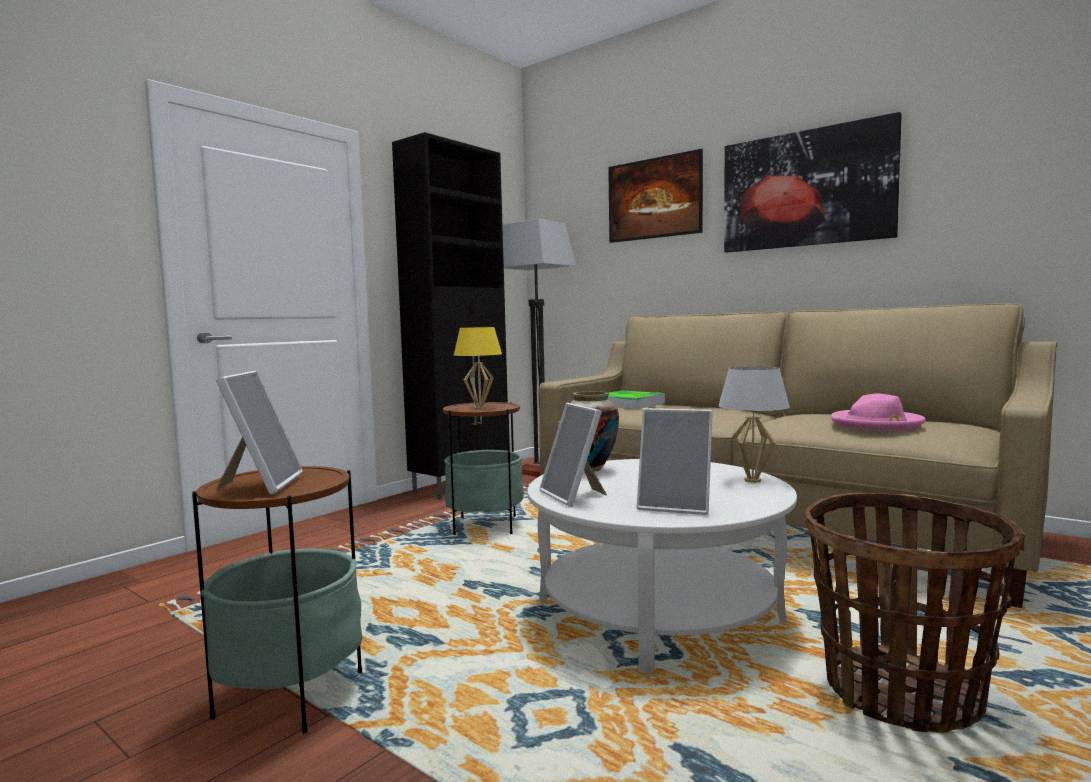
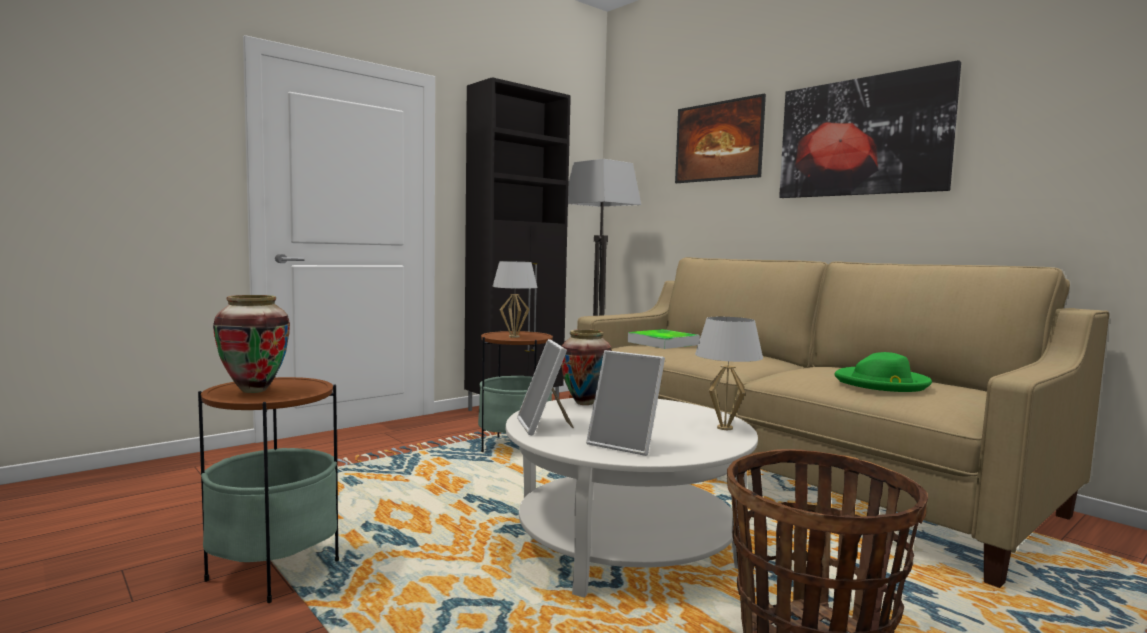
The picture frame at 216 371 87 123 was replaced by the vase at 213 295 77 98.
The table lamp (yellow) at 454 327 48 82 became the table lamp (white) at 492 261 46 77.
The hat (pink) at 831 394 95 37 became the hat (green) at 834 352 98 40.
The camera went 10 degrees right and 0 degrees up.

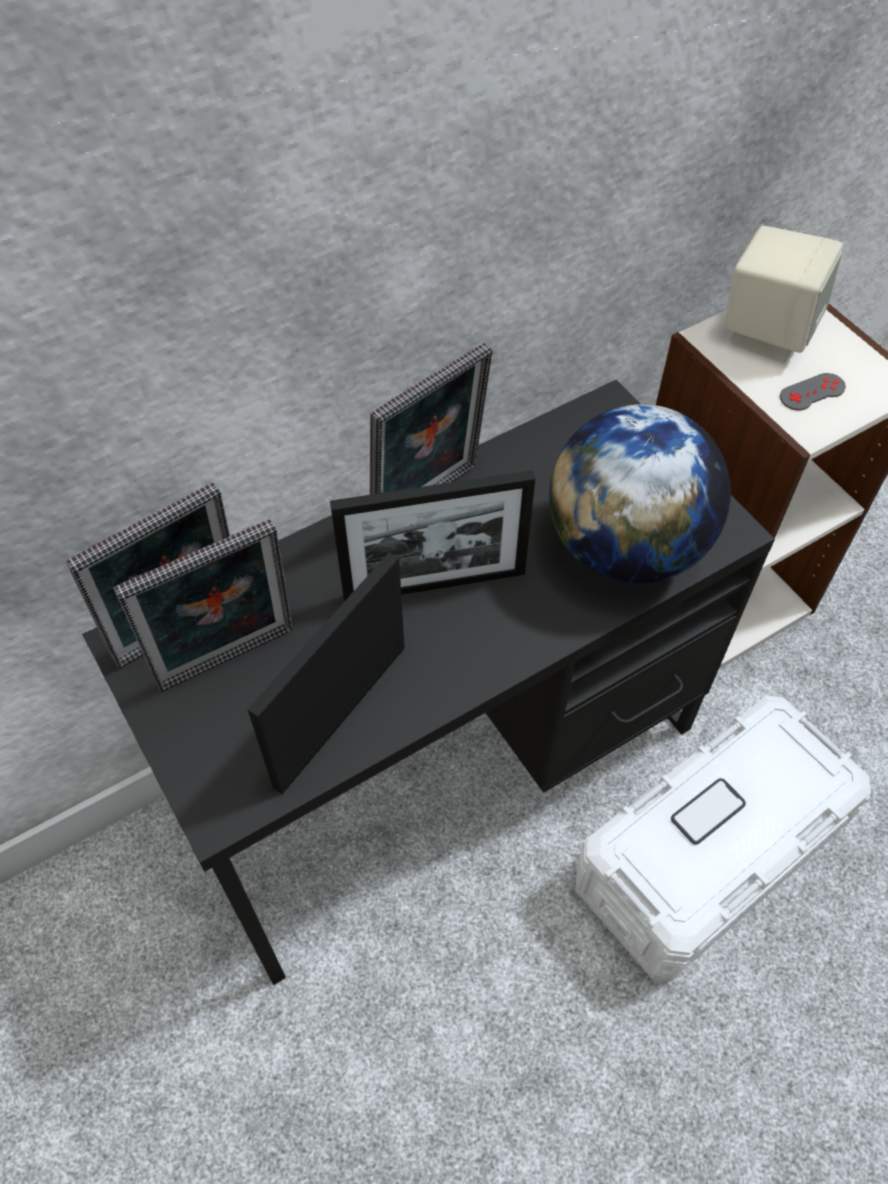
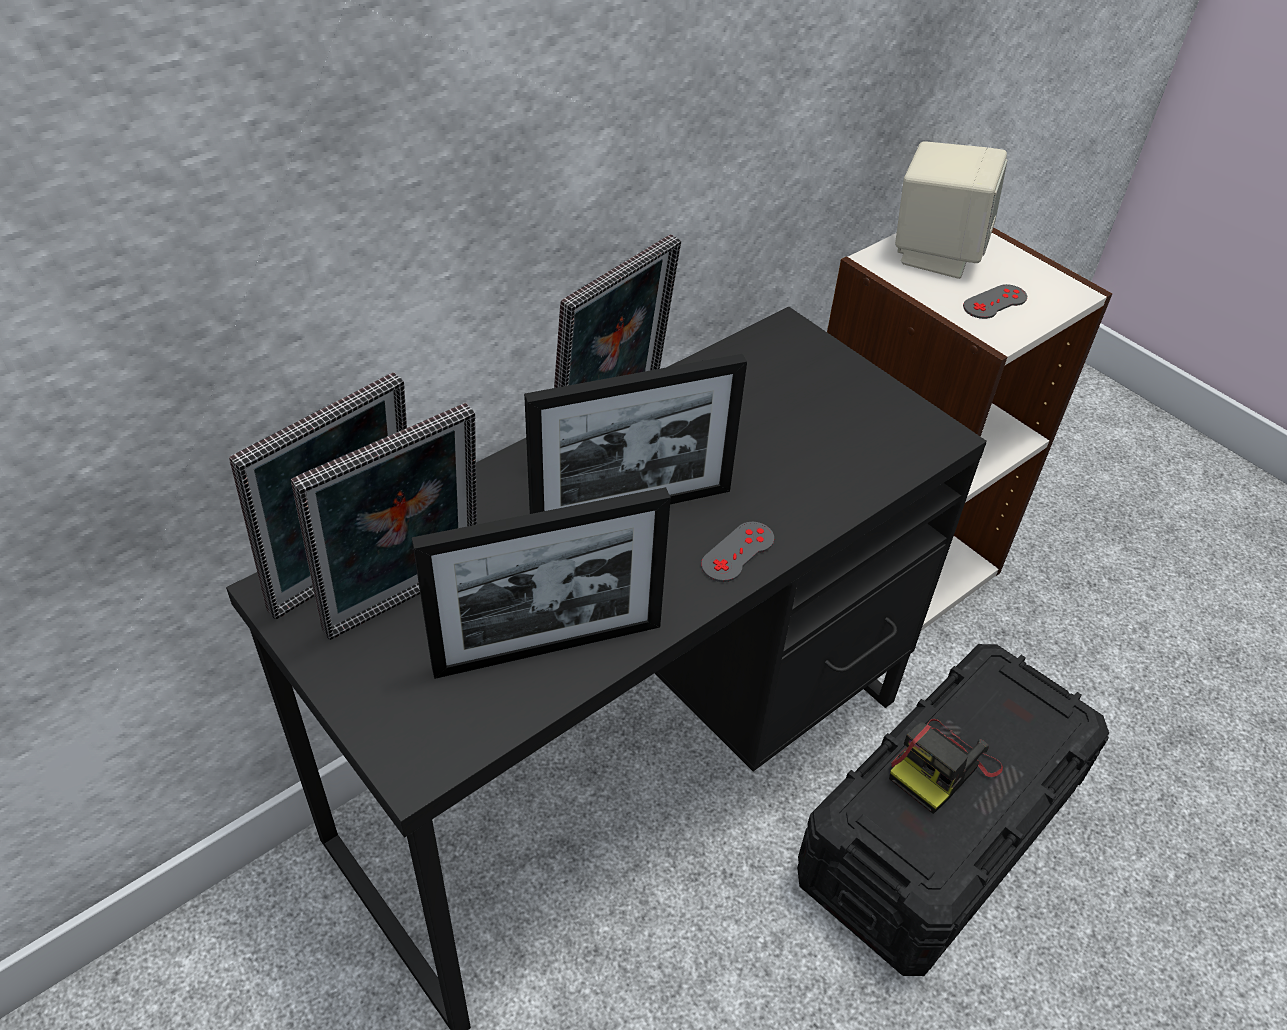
The picture frame at 248 552 157 242 turned 135 degrees counterclockwise.
The globe at 549 404 182 180 disappeared.
The storage box (white) at 576 696 295 285 became the storage box (black) at 797 644 312 332.
The phone at 671 778 75 67 was replaced by the photo camera at 889 719 114 95.
The game controller (grey) at 701 522 73 60 appeared.
The camera went 10 degrees left and 10 degrees down.

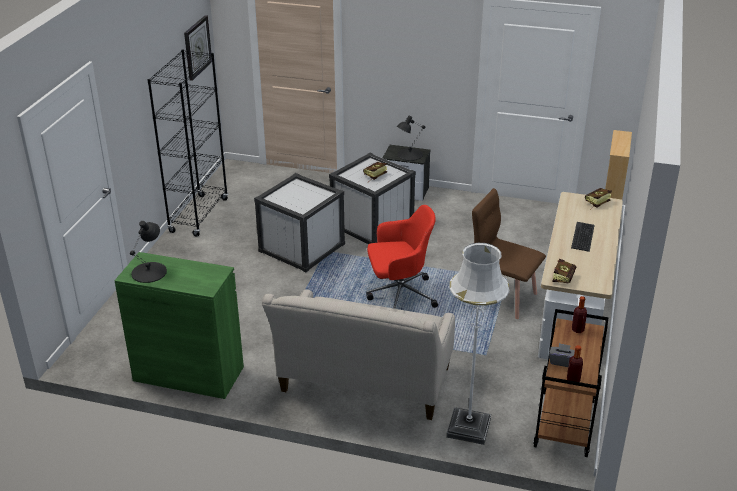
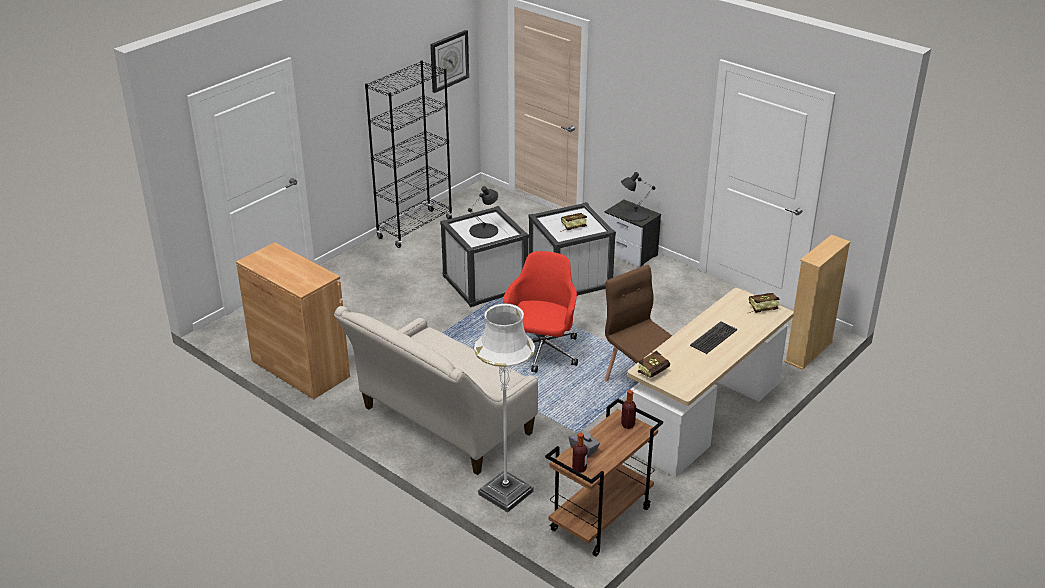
The cabinet (green) at 114 252 130 147 became the cabinet (brown) at 236 242 114 157.
The table lamp (black) moved from 130 221 37 62 to 468 186 30 52.
The office chair (red) at 366 205 72 104 turned 90 degrees counterclockwise.
The camera went 25 degrees right and 0 degrees up.

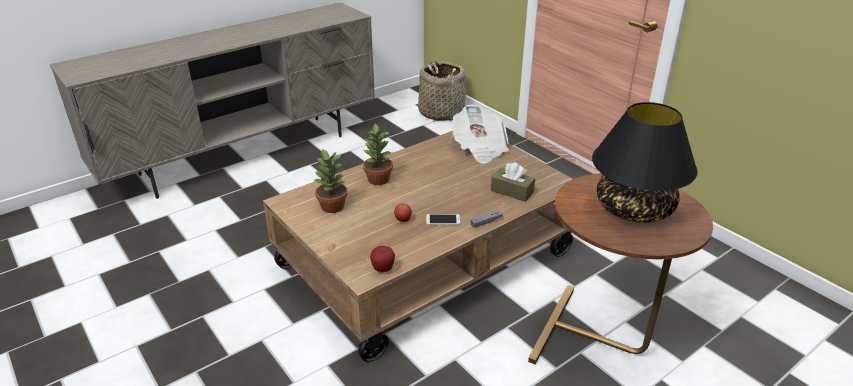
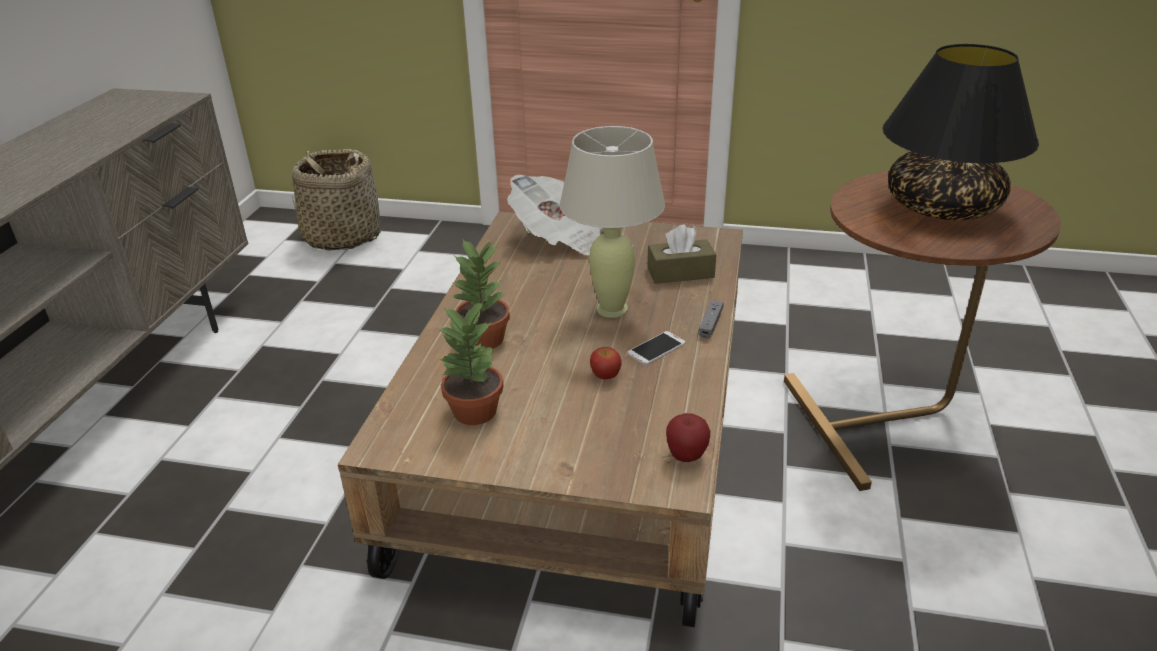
The table lamp (beige) at 560 126 105 192 appeared.
The camera went 40 degrees left and 0 degrees up.

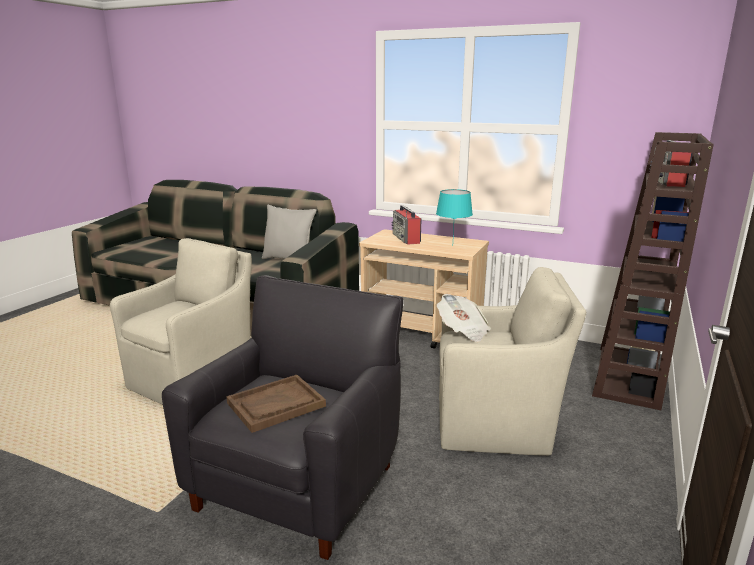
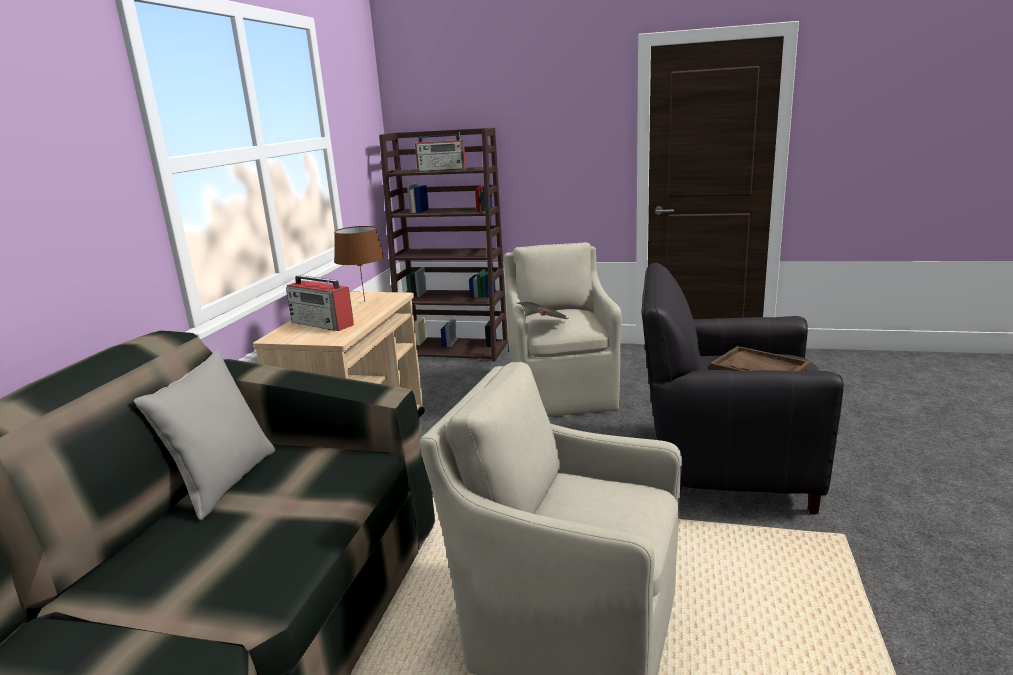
The radio at 391 205 30 40 turned 60 degrees clockwise.
The table lamp (turquoise) at 436 189 37 47 became the table lamp (brown) at 334 226 50 76.
The camera went 100 degrees left and 0 degrees up.

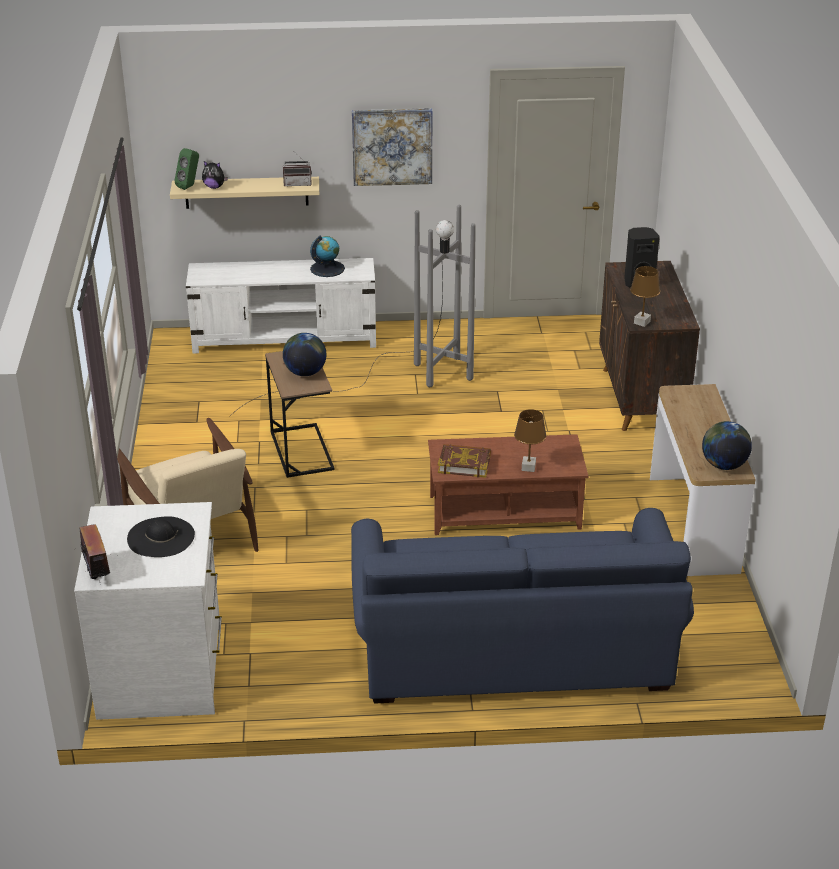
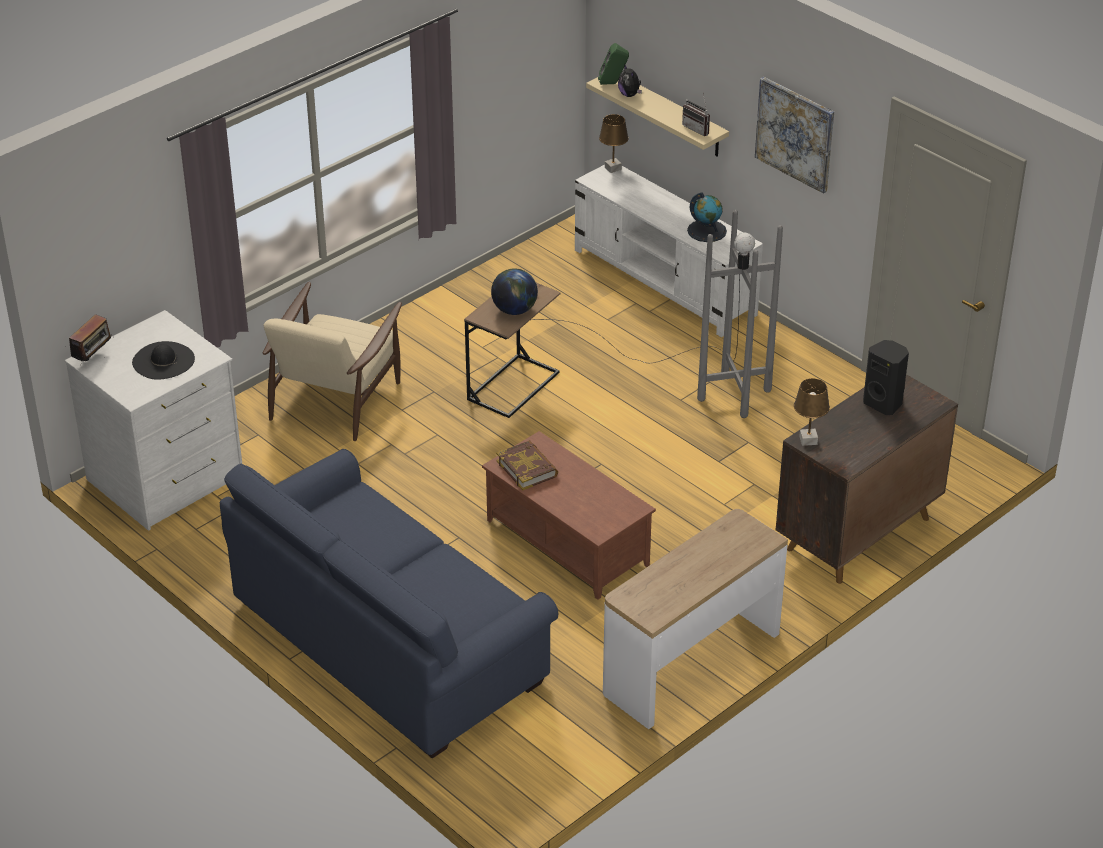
The table lamp (brown) moved from 514 409 32 63 to 599 114 29 59.
The globe at 702 421 50 49 disappeared.
The camera went 50 degrees right and 5 degrees up.

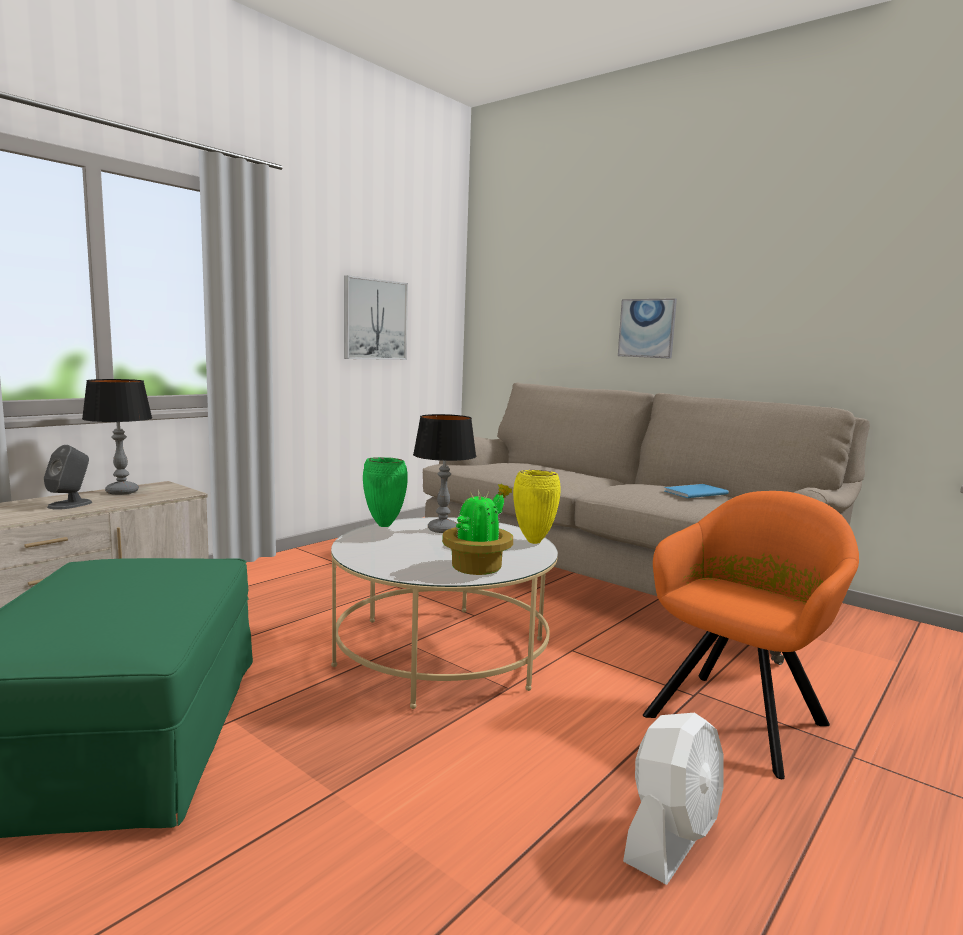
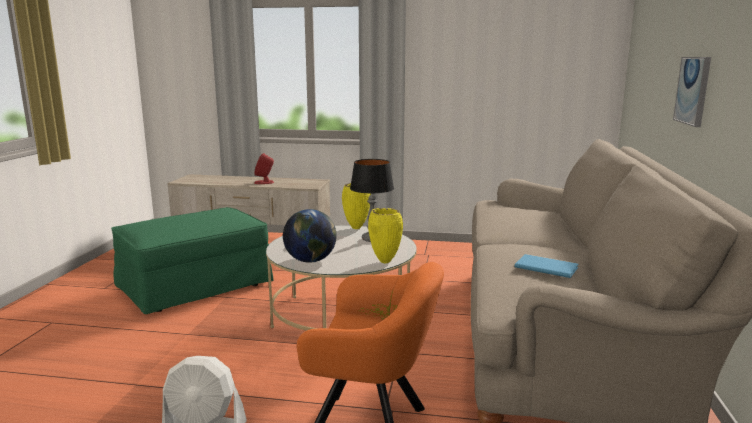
The speaker (grey) at 44 445 48 65 became the speaker (red) at 254 153 20 31.
The table lamp at 82 379 70 116 disappeared.
The picture at 344 275 64 85 disappeared.
The vase (green) at 363 457 45 70 became the vase (yellow) at 342 183 29 46.
The potted plant at 442 484 71 91 was replaced by the globe at 283 209 54 54.
The camera went 60 degrees right and 5 degrees up.

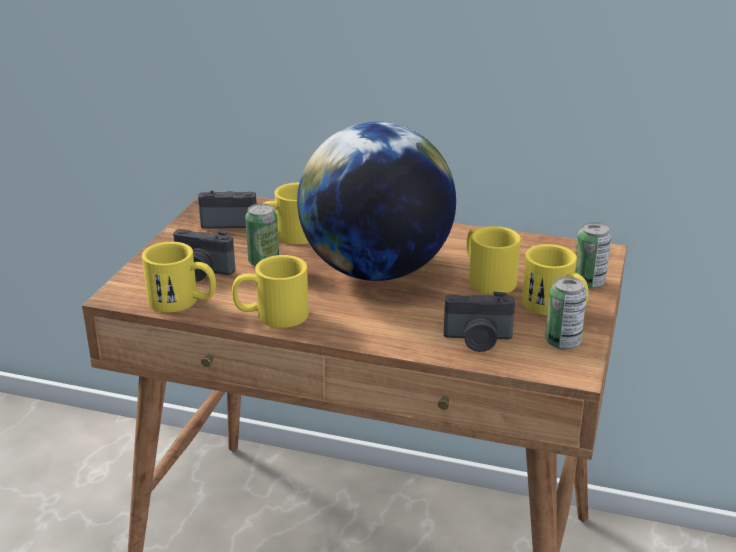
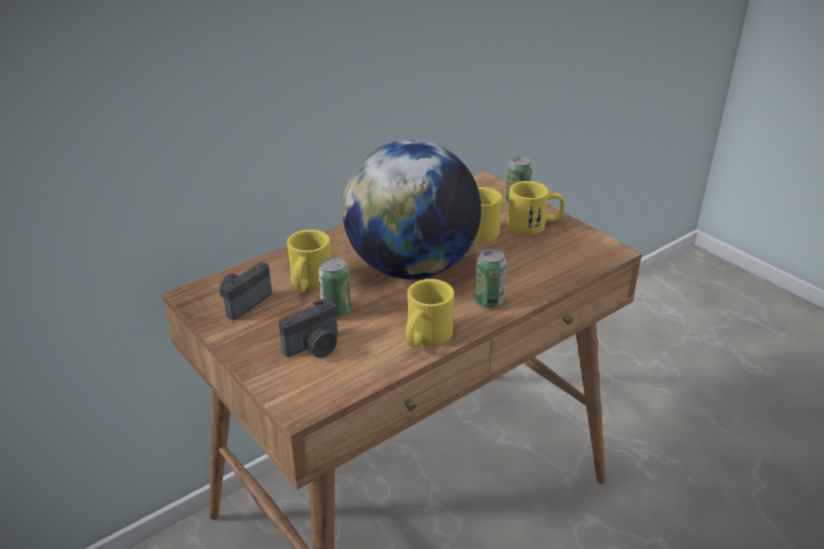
The mug (yellow) at 142 242 74 71 disappeared.
The photo camera at 444 292 71 60 disappeared.
The can moved from 545 277 42 73 to 474 248 33 60.
The camera went 55 degrees left and 5 degrees up.

